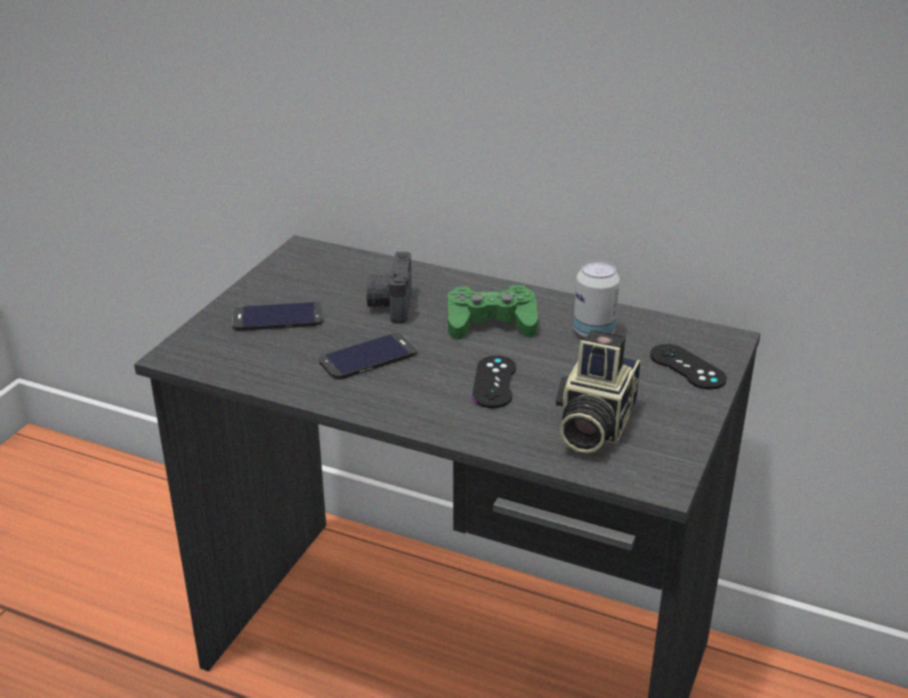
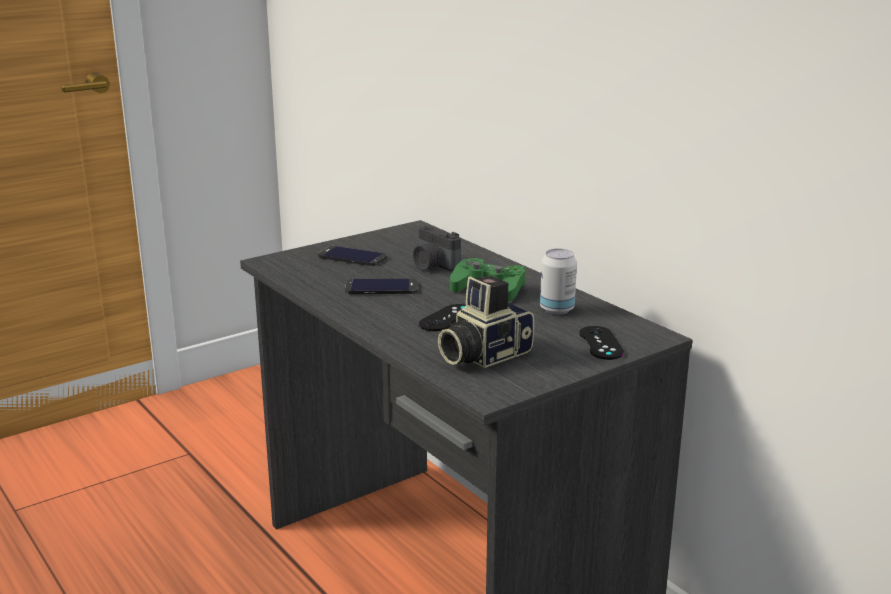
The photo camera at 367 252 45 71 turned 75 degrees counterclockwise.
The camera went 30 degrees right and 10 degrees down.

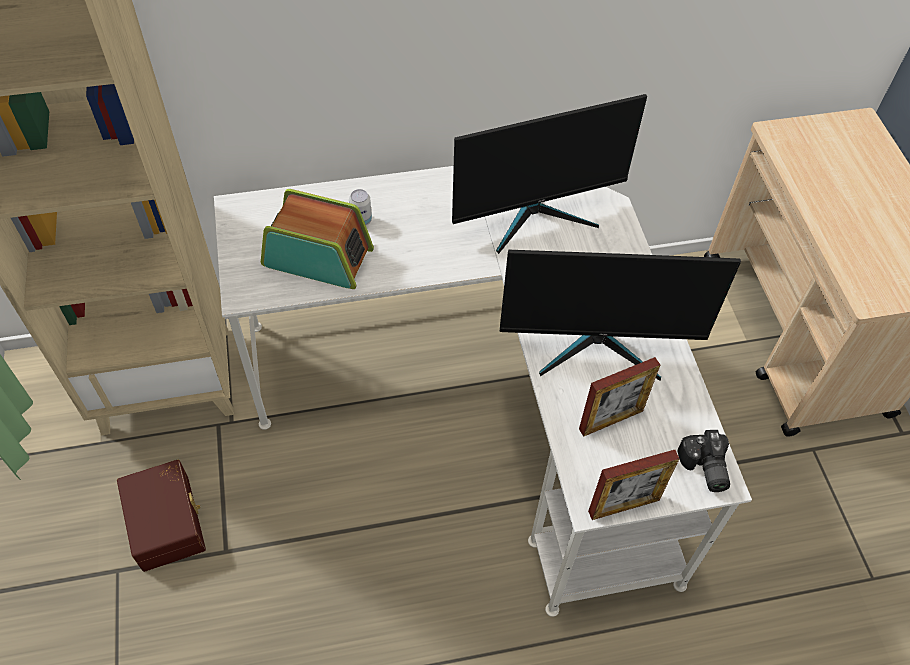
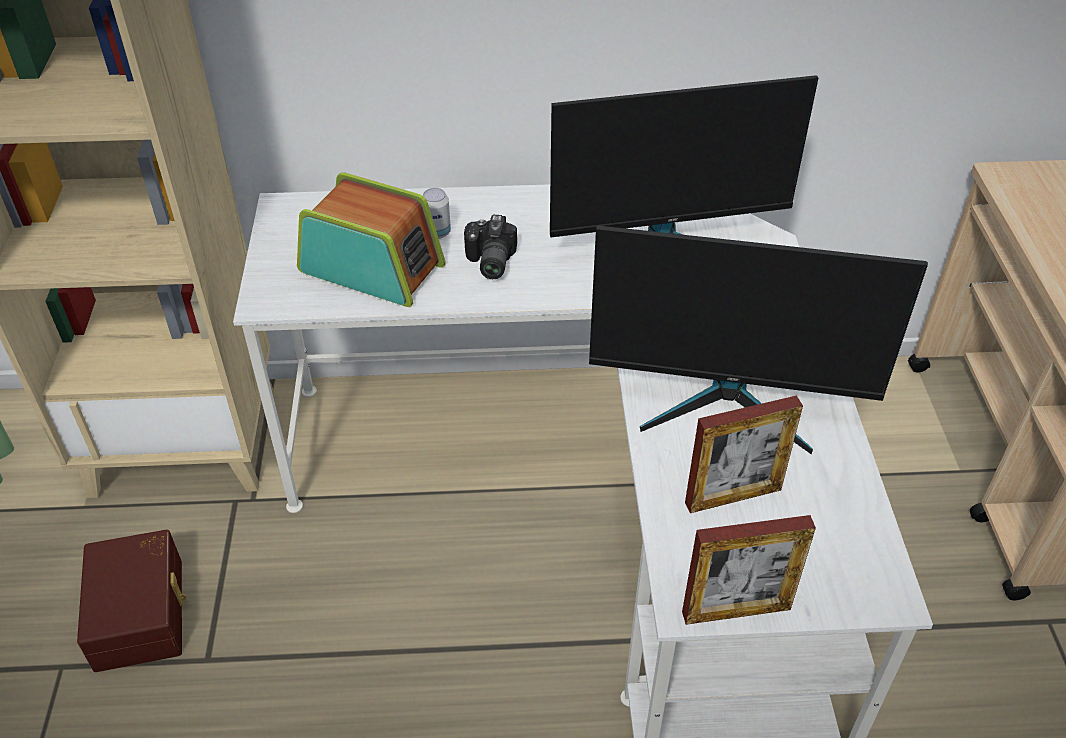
The photo camera moved from 678 430 52 62 to 464 215 53 64.
The camera went 10 degrees right and 10 degrees down.

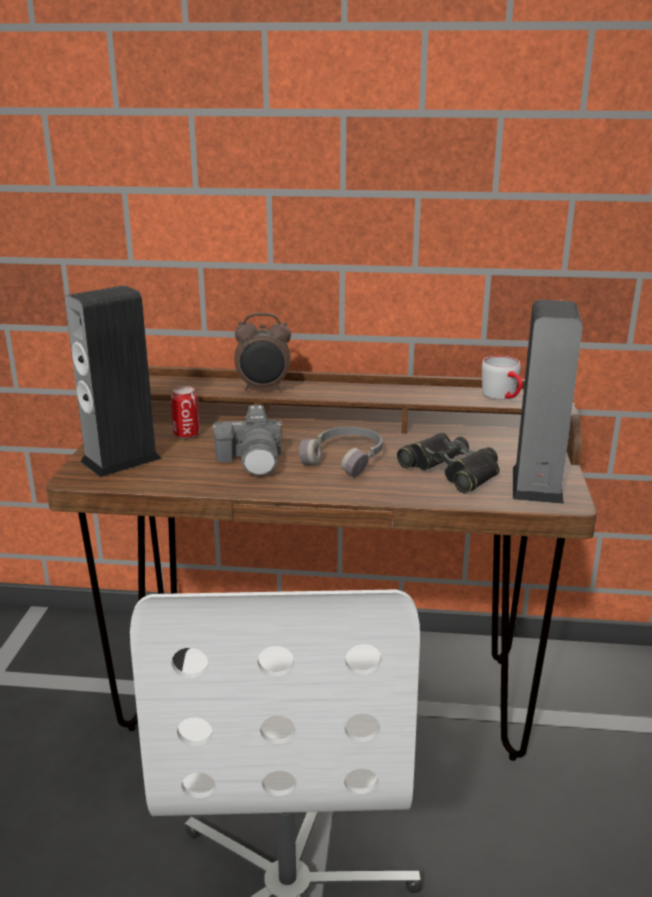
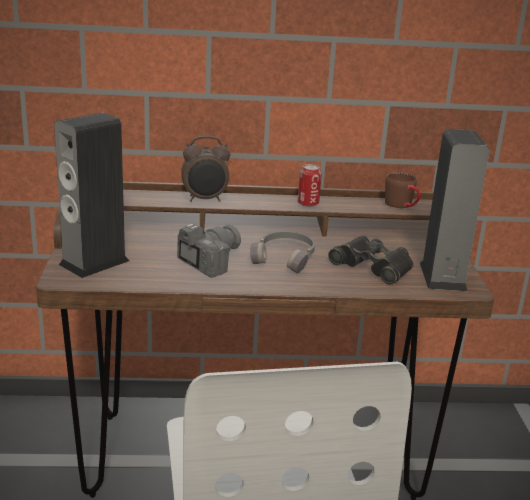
The can moved from 171 386 29 53 to 298 164 24 43.
The photo camera at 213 405 69 70 turned 120 degrees counterclockwise.
The mug (grey) at 482 356 40 44 became the mug (brown) at 385 172 36 36.
The camera went 10 degrees left and 0 degrees up.

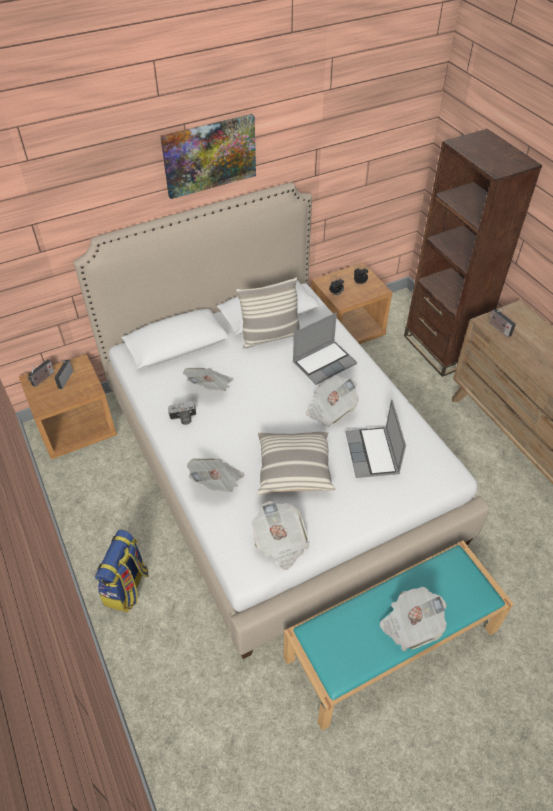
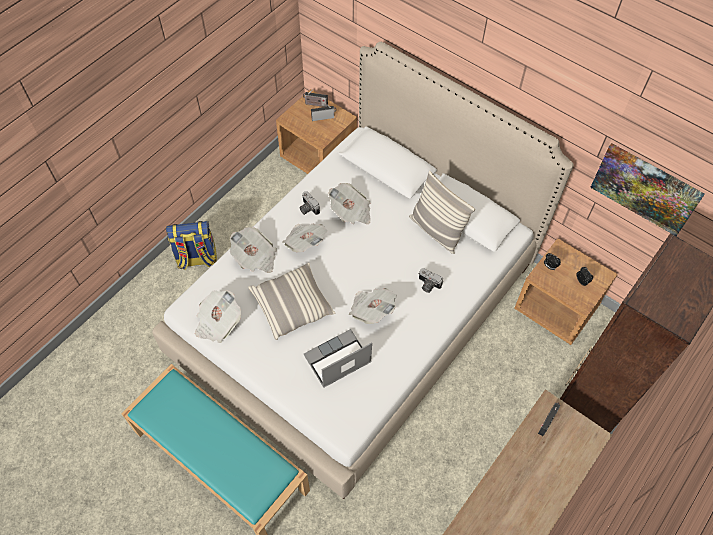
The picture moved from 160 114 96 85 to 590 143 115 93.
The laptop at 293 313 64 72 was replaced by the photo camera at 418 268 25 25.
The newspaper moved from 380 587 67 64 to 282 224 46 28.
The camera went 65 degrees right and 10 degrees up.

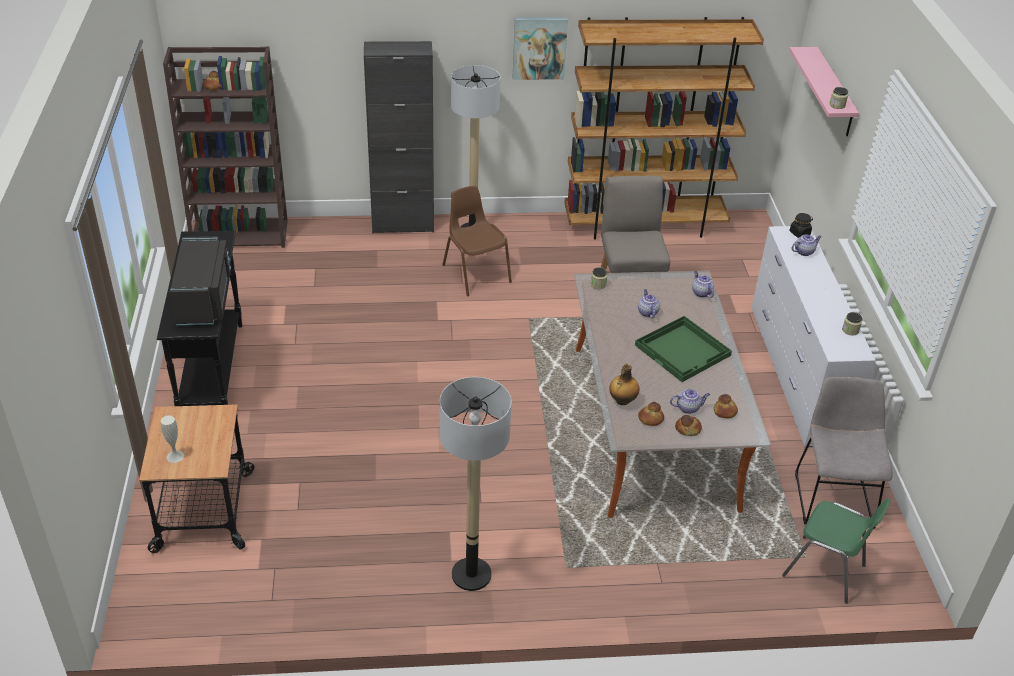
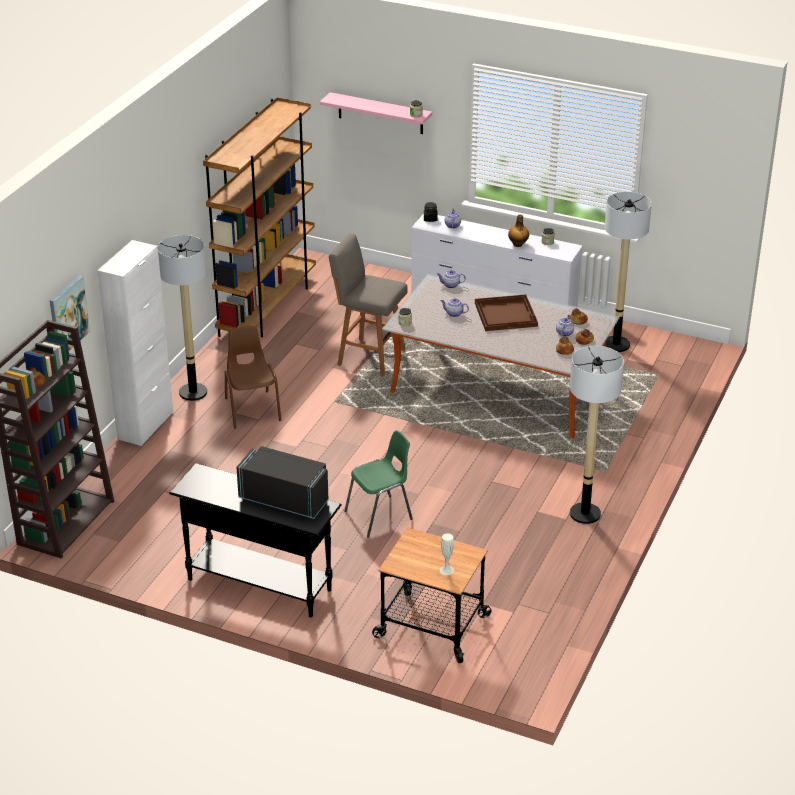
The cabinet (black) at 364 41 70 193 became the cabinet (white) at 97 240 76 206.
The chair (brown) at 442 186 70 110 turned 75 degrees clockwise.
The picture moved from 512 17 56 63 to 50 275 40 76.
The bottle moved from 609 364 30 41 to 508 214 21 33.
The tray (green) at 635 316 97 66 became the tray (brown) at 475 294 63 37.
The chair (green) moved from 782 499 109 105 to 344 430 69 108.
The chair (grey) at 795 377 98 152 was replaced by the floor lamp at 605 192 47 160.
The camera went 60 degrees left and 5 degrees down.

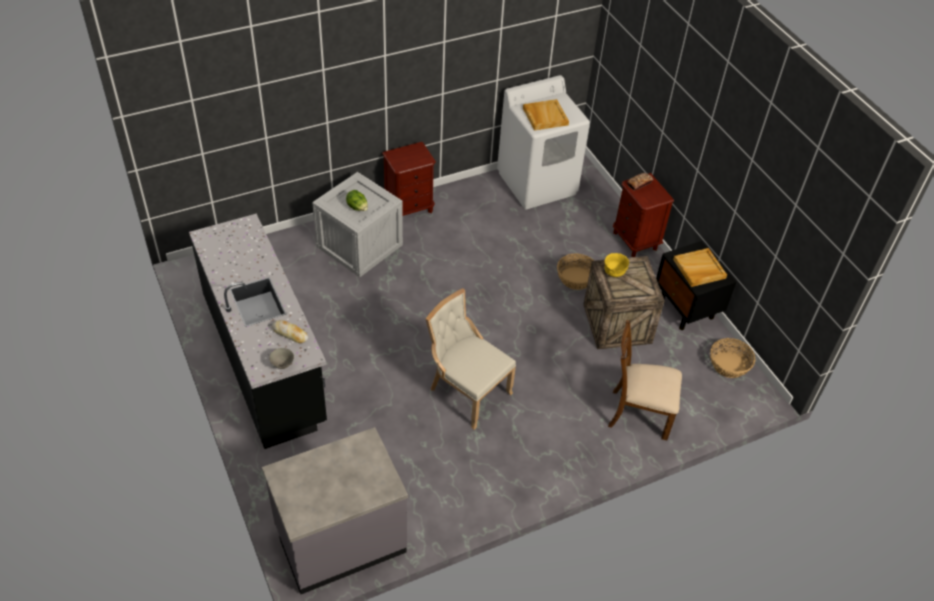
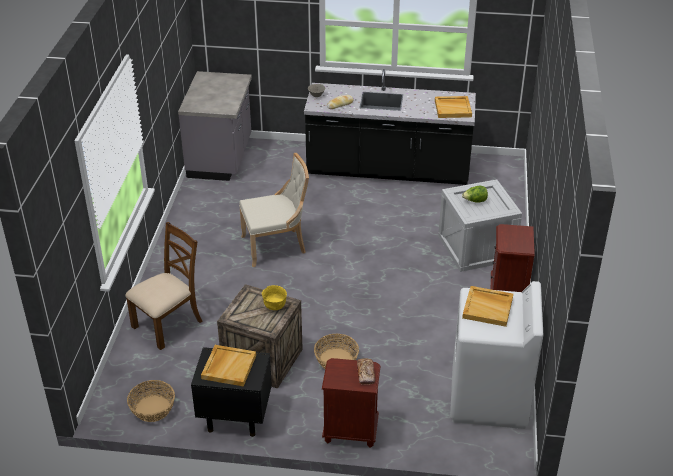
The tray (beige) at 435 96 37 22 appeared.
The camera went 125 degrees right and 10 degrees down.

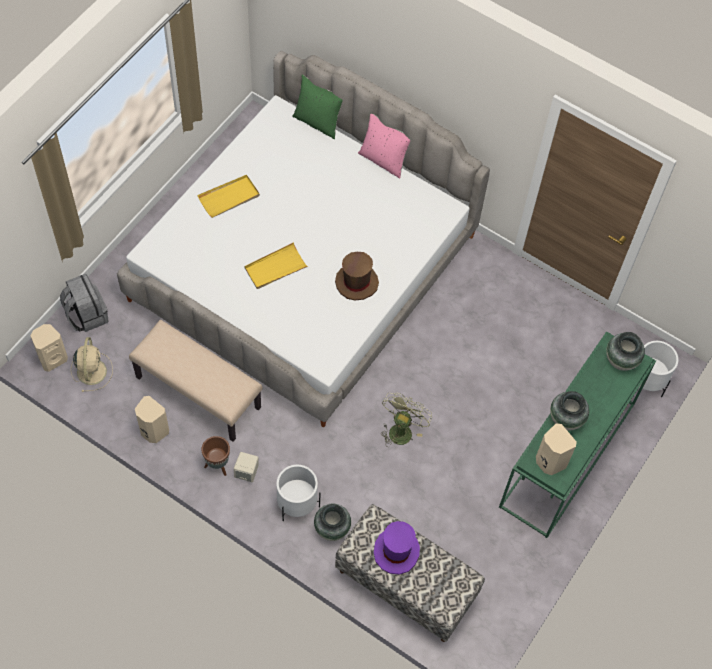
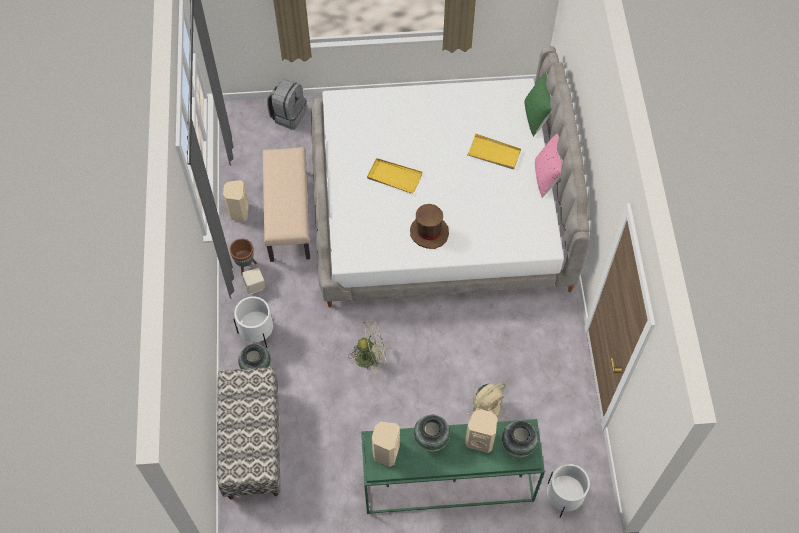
The speaker (beige) moved from 30 324 38 48 to 465 409 32 44.
The fan (beige) moved from 71 337 42 55 to 467 382 41 40.
The tray (yellow) moved from 198 175 62 43 to 467 133 54 36.
The hat (purple) at 374 521 46 54 disappeared.
The camera went 55 degrees right and 0 degrees up.

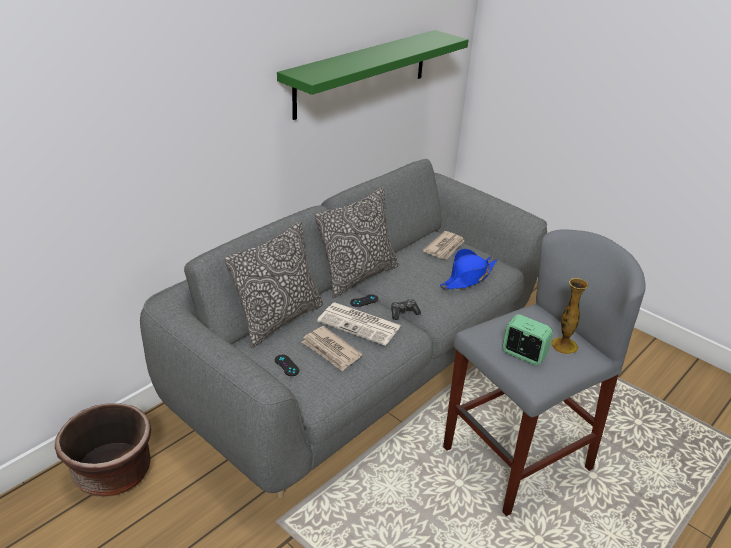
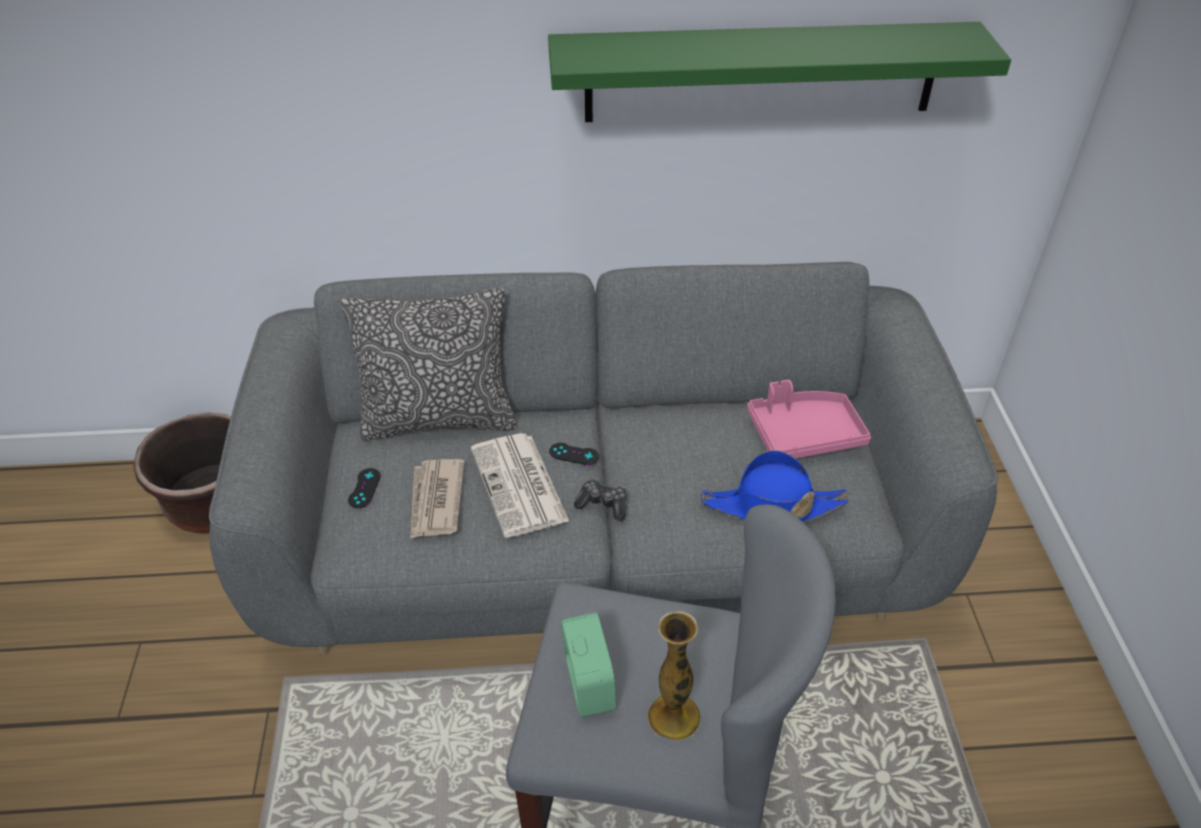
The pillow at 315 187 83 111 disappeared.
The newspaper at 423 231 41 28 was replaced by the tray (pink) at 747 380 124 78.
The camera went 45 degrees right and 10 degrees up.

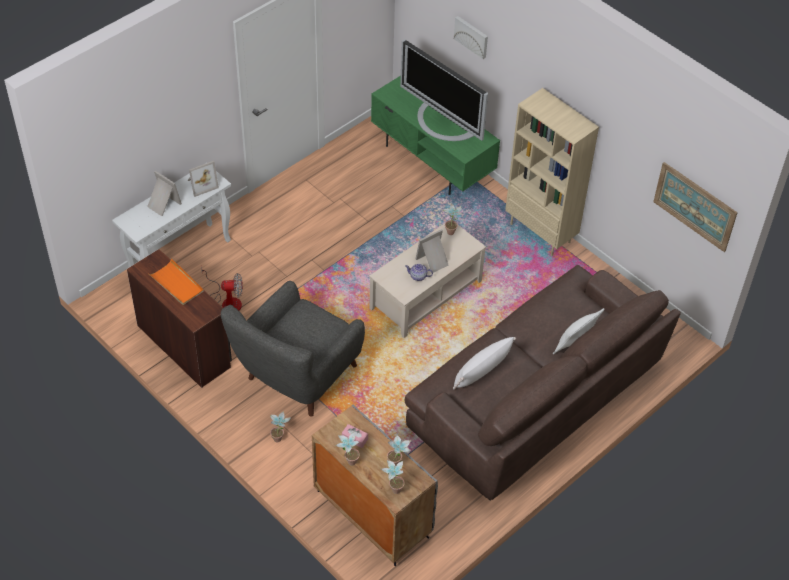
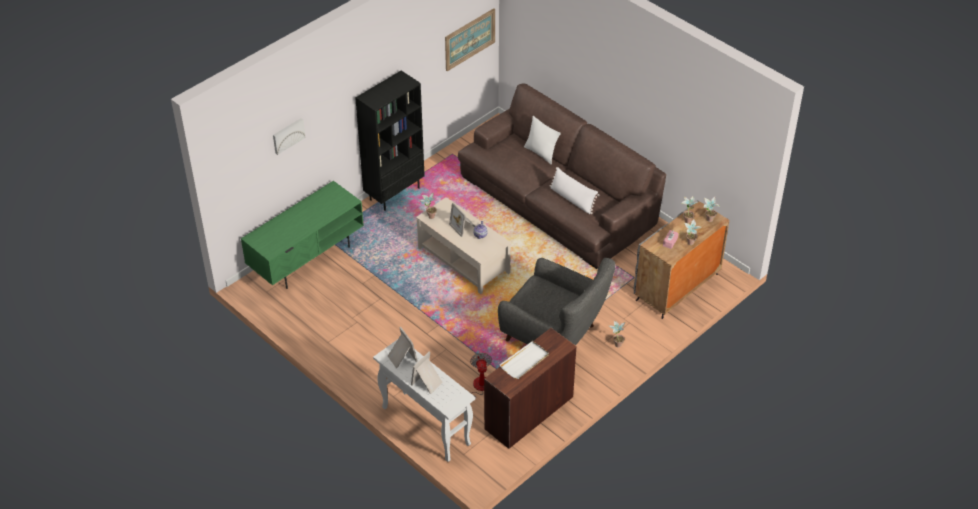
The tray (orange) at 149 259 55 46 became the tray (white) at 499 341 50 38.
The television at 400 39 88 102 disappeared.
The bookcase (beige) at 505 88 94 168 became the bookcase (black) at 355 71 70 140.
The camera went 90 degrees left and 5 degrees down.

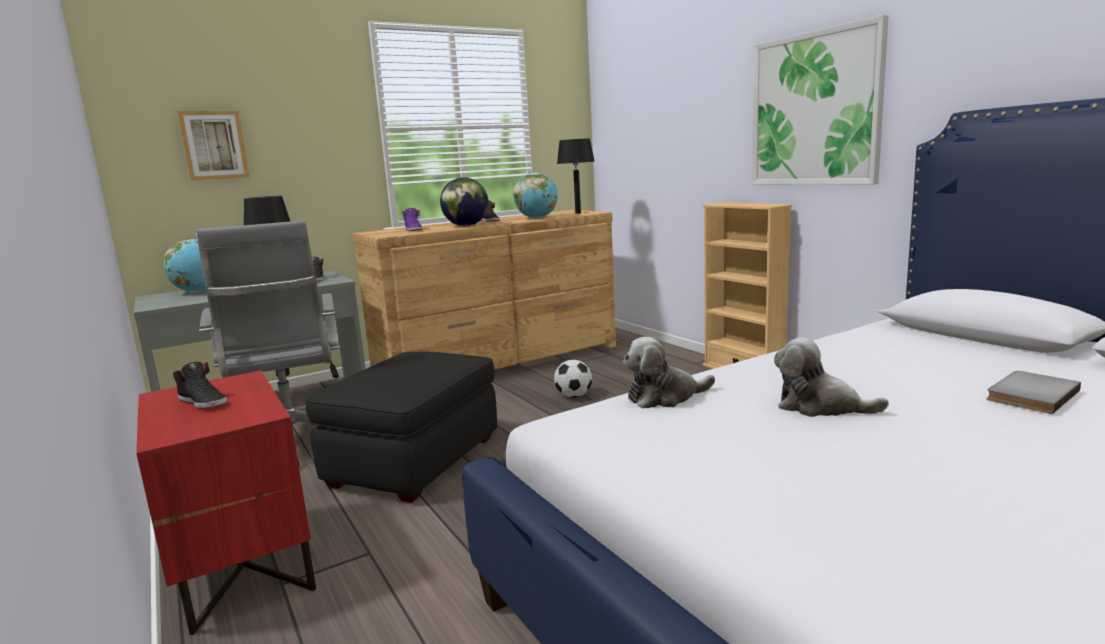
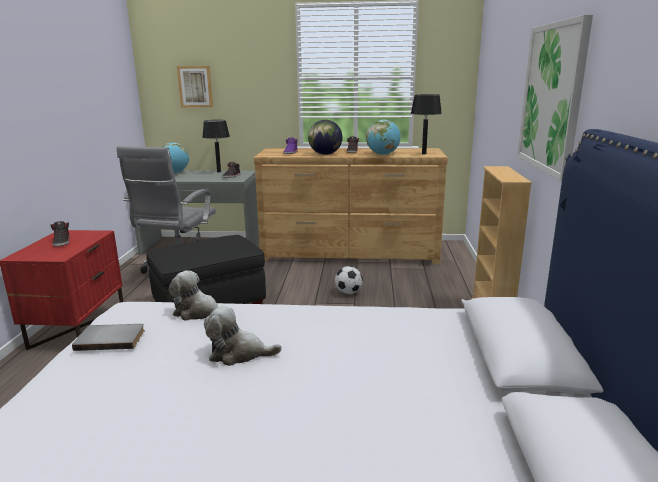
The plush toy at 774 337 115 80 turned 60 degrees counterclockwise.
The book (grey) moved from 987 371 94 43 to 72 324 73 27.
The camera went 35 degrees right and 5 degrees up.

